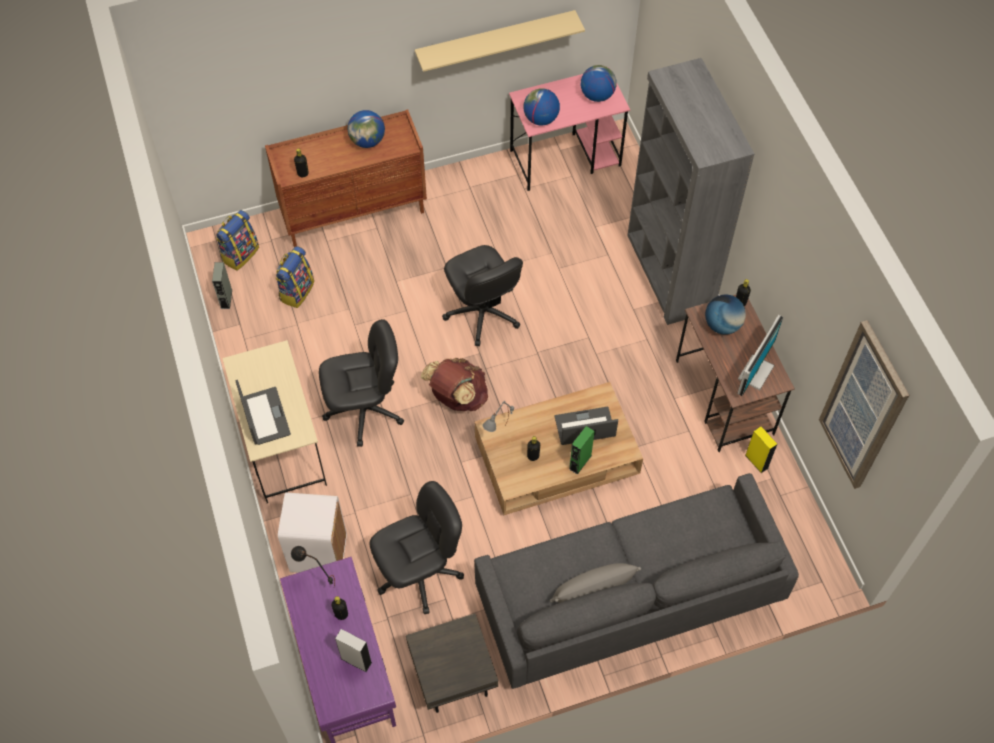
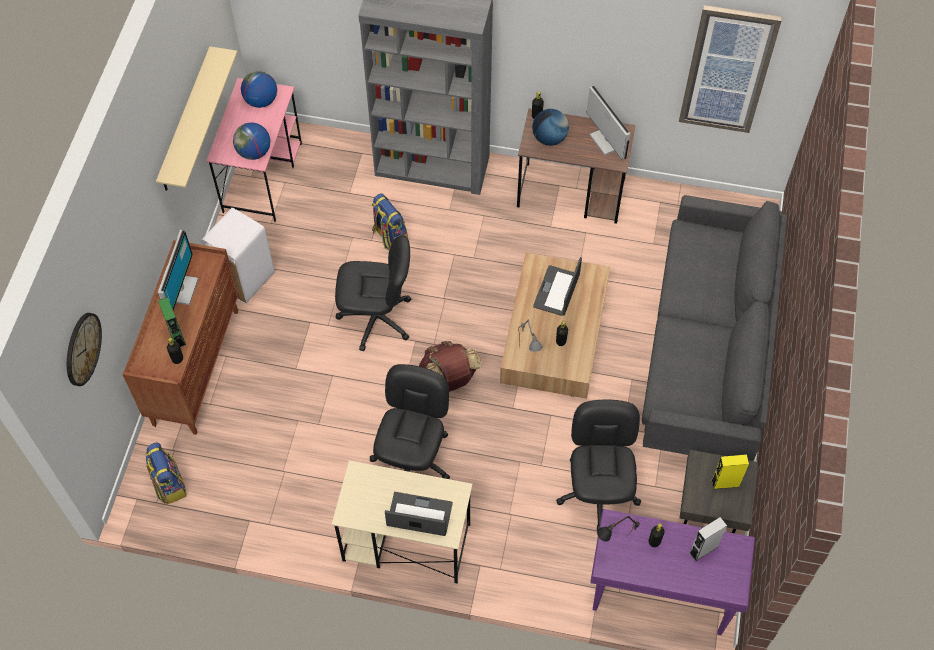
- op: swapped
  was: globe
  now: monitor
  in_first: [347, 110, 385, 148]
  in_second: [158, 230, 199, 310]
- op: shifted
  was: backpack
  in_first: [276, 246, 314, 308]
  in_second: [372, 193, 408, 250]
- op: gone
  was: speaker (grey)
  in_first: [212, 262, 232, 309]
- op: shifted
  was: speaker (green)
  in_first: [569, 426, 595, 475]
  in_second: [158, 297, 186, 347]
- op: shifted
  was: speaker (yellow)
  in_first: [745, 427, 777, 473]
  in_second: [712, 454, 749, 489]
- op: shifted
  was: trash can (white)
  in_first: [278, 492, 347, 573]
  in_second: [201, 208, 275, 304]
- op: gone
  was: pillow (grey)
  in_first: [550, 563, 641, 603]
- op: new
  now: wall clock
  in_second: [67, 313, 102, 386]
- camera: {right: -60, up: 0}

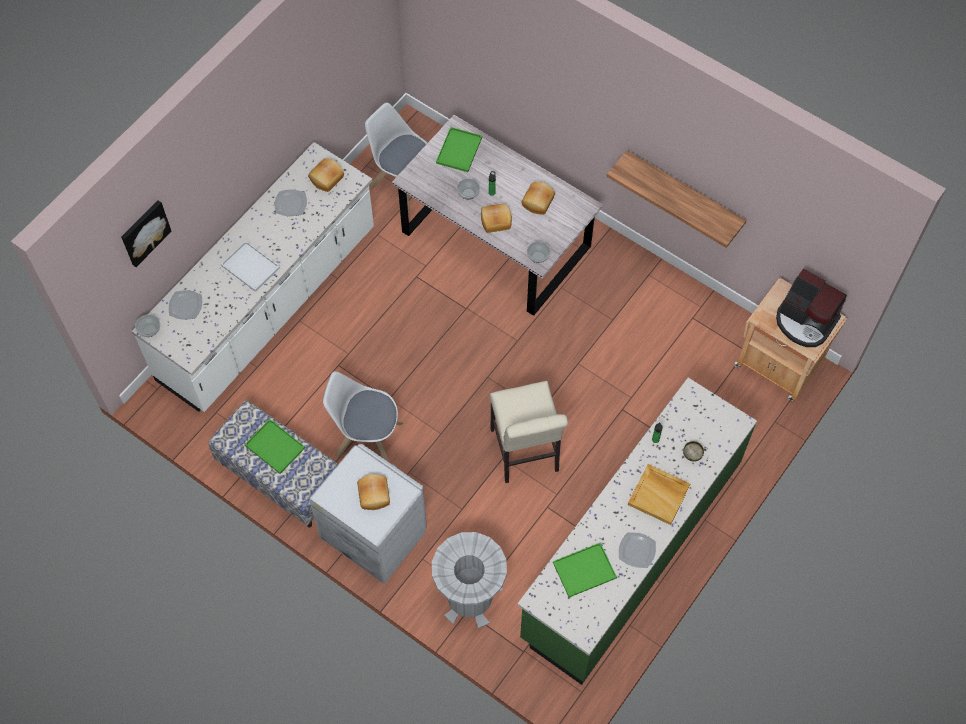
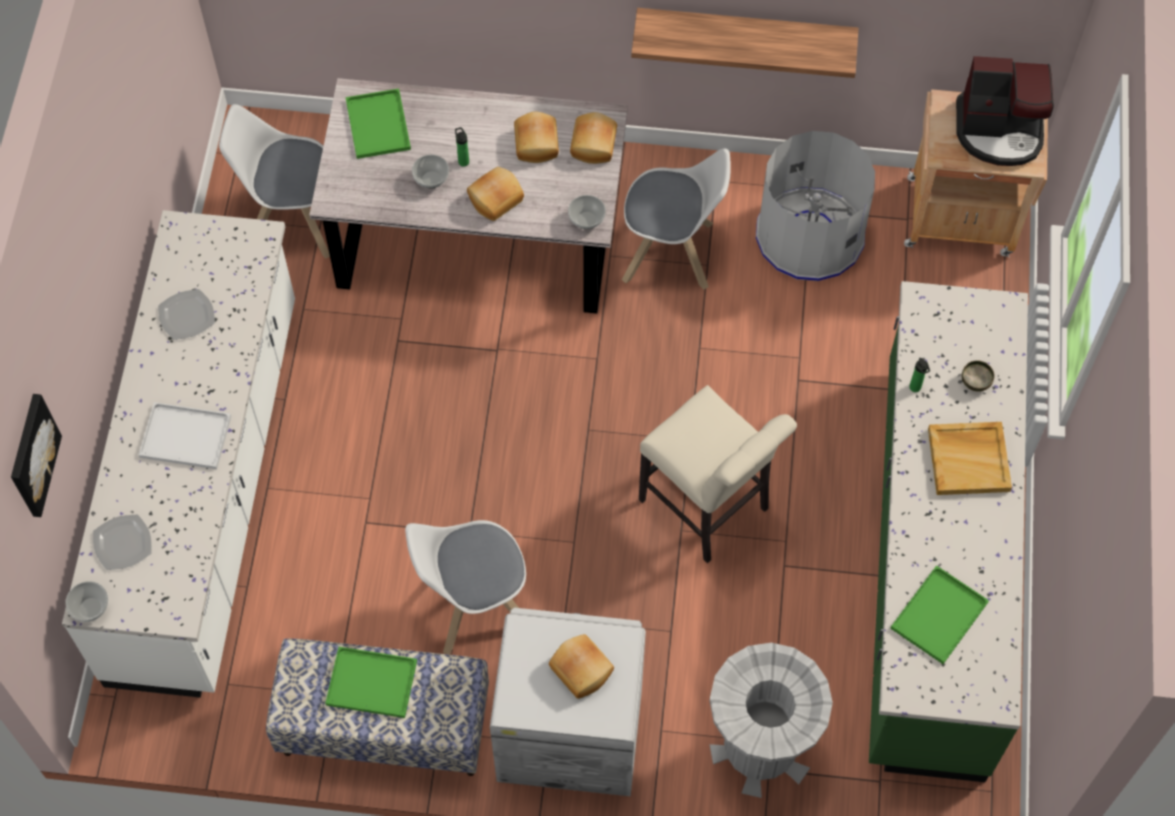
- op: shifted
  was: bread
  in_first: [308, 158, 344, 192]
  in_second: [570, 112, 617, 164]
- op: gone
  was: plate
  in_first: [619, 532, 656, 568]
- op: new
  now: trash can (grey)
  in_second: [756, 131, 875, 281]
- op: new
  now: chair
  in_second: [622, 149, 731, 290]
- camera: {right: -30, up: 0}

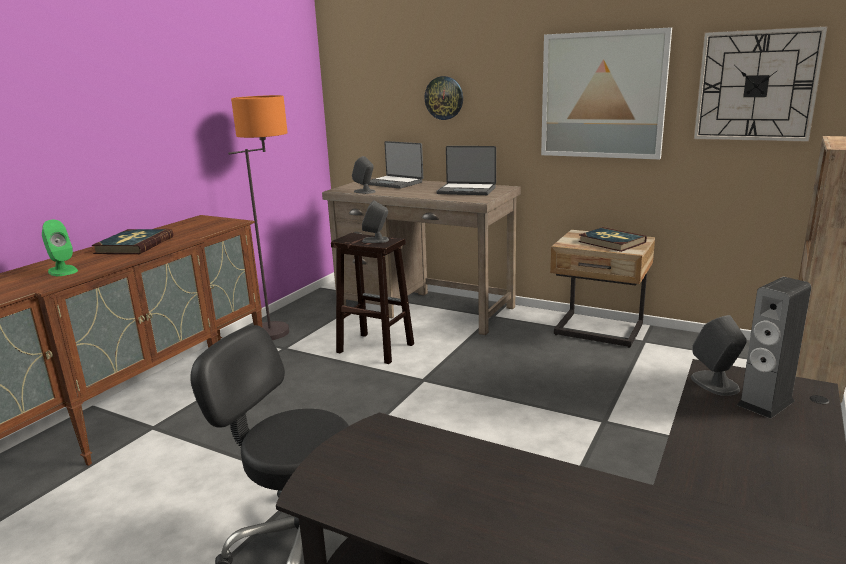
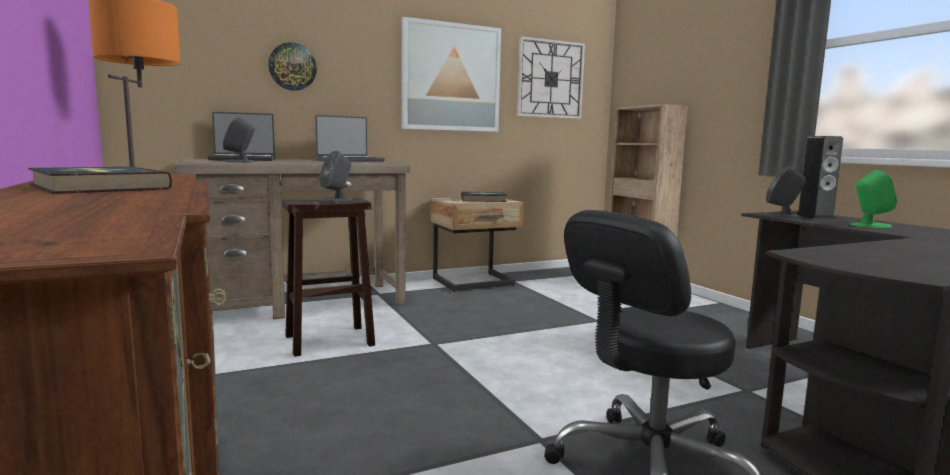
- op: shifted
  was: speaker (green)
  in_first: [42, 220, 78, 276]
  in_second: [850, 170, 897, 228]
- camera: {right: -55, up: -10}

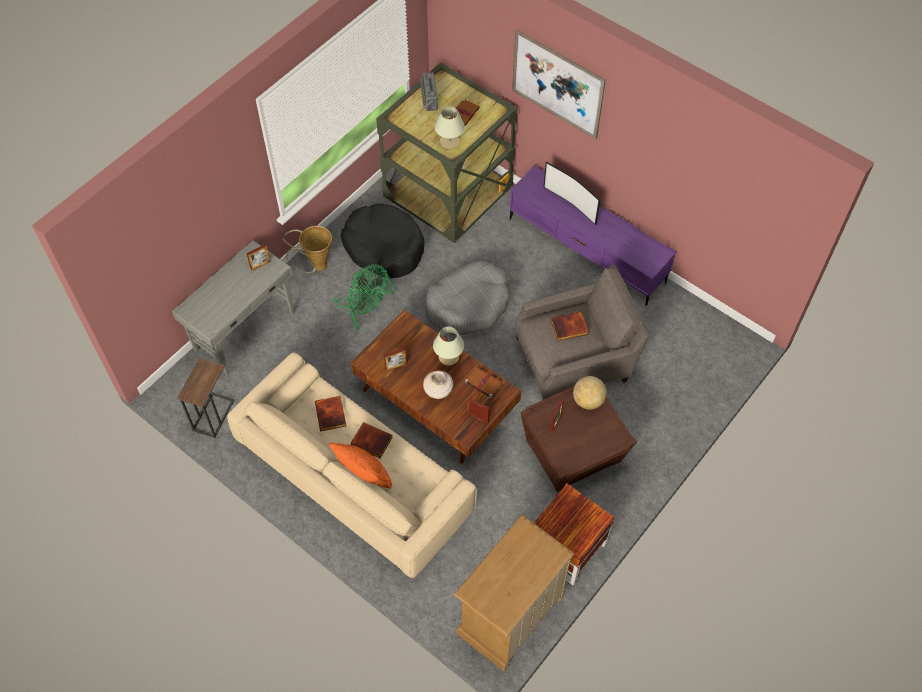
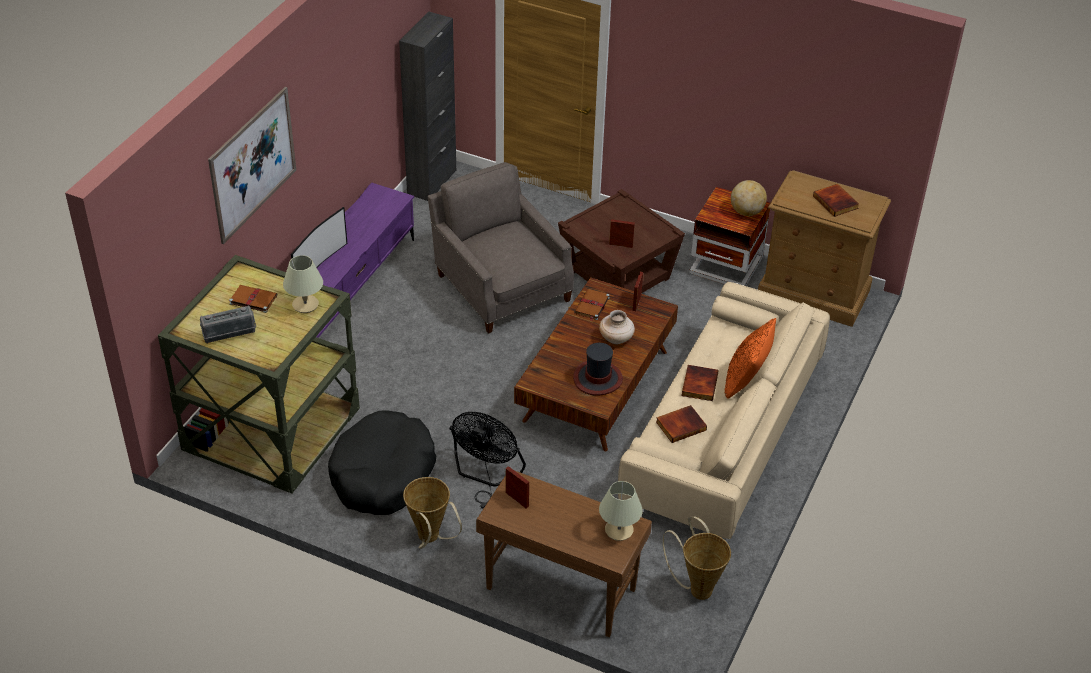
- op: repainted
  was: console table (grey)
  now: console table (brown)
  in_first: [172, 240, 294, 376]
  in_second: [476, 471, 652, 637]
- op: gone
  was: dog bed (grey)
  in_first: [425, 261, 509, 335]
- op: repainted
  was: fan (green)
  now: fan (black)
  in_first: [333, 264, 396, 330]
  in_second: [449, 412, 526, 509]
- op: shifted
  was: book
  in_first: [551, 311, 589, 341]
  in_second: [813, 184, 859, 217]
- op: shifted
  was: table lamp (beige)
  in_first: [433, 327, 464, 366]
  in_second: [599, 481, 643, 541]
- op: swapped
  was: picture frame
  now: hat
  in_first: [384, 348, 406, 371]
  in_second: [573, 343, 623, 396]
- op: swapped
  was: side table (brown)
  now: basket
  in_first: [177, 358, 234, 438]
  in_second: [663, 516, 731, 600]
- op: shifted
  was: globe
  in_first: [573, 376, 607, 409]
  in_second: [731, 180, 767, 216]
- op: new
  now: cabinet (black)
  in_second: [399, 12, 456, 201]
- camera: {right: -105, up: -15}

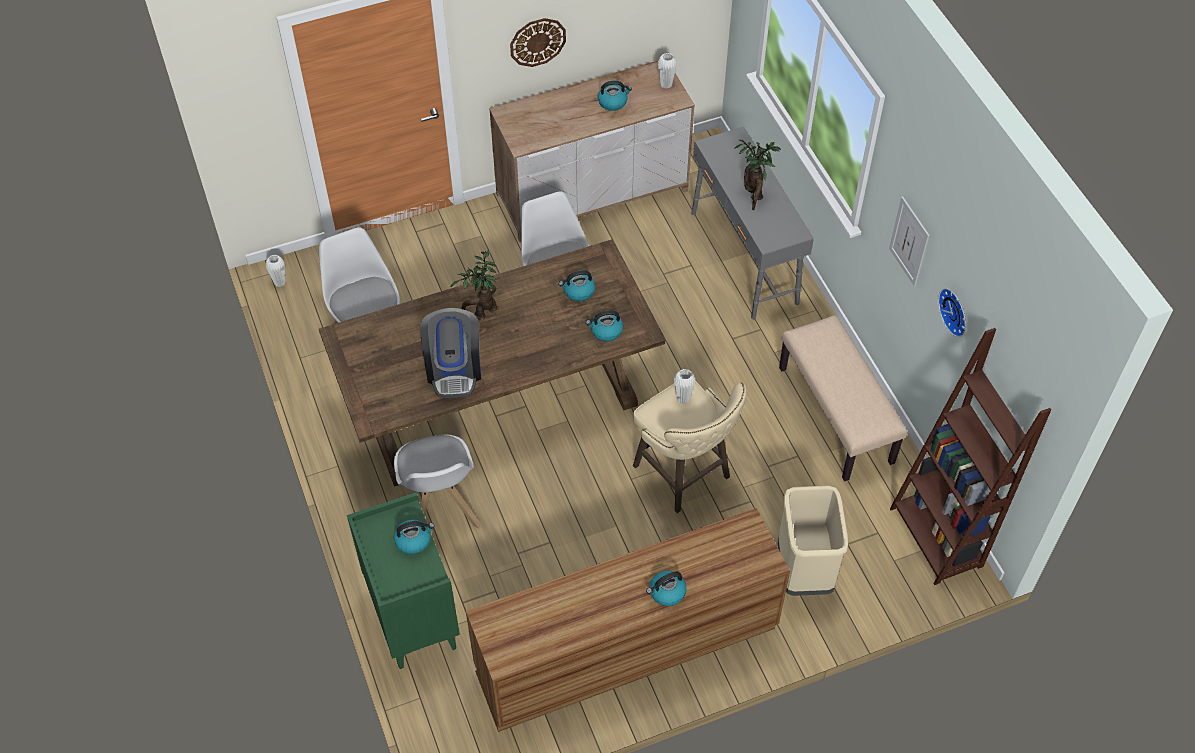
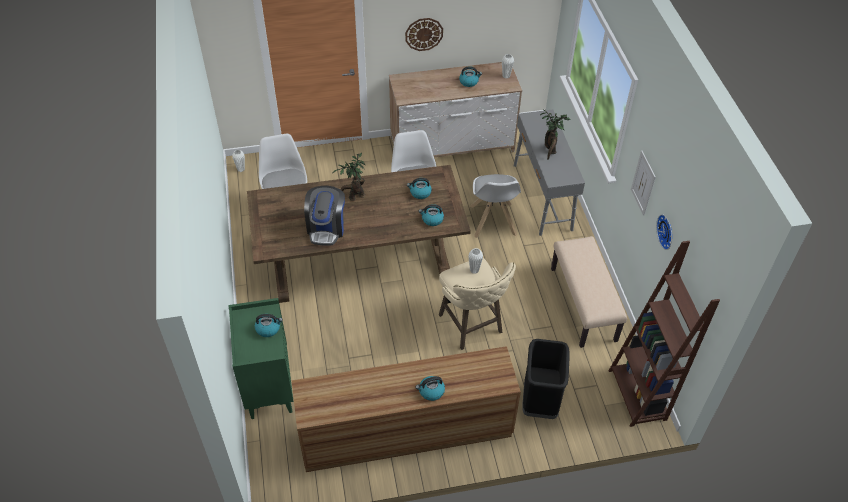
- op: shifted
  was: chair
  in_first: [394, 435, 481, 528]
  in_second: [470, 174, 521, 238]
- op: repainted
  was: trash can (beige)
  now: trash can (black)
  in_first: [778, 486, 848, 596]
  in_second: [522, 339, 570, 419]
- camera: {right: 10, up: -5}

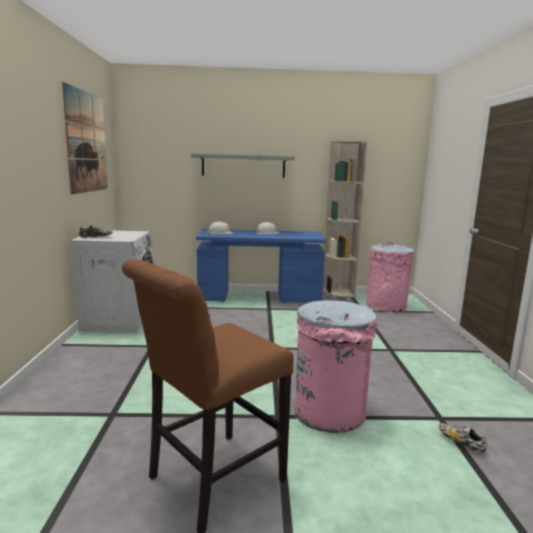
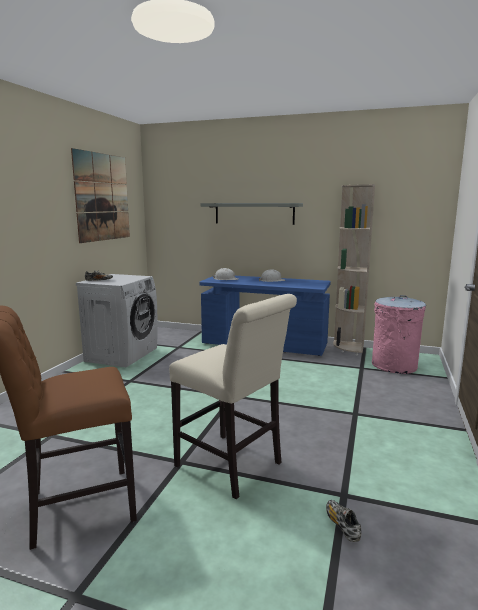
- op: swapped
  was: trash can (pink)
  now: stool (beige)
  in_first: [295, 300, 378, 433]
  in_second: [169, 294, 297, 499]
- camera: {right: 20, up: 0}

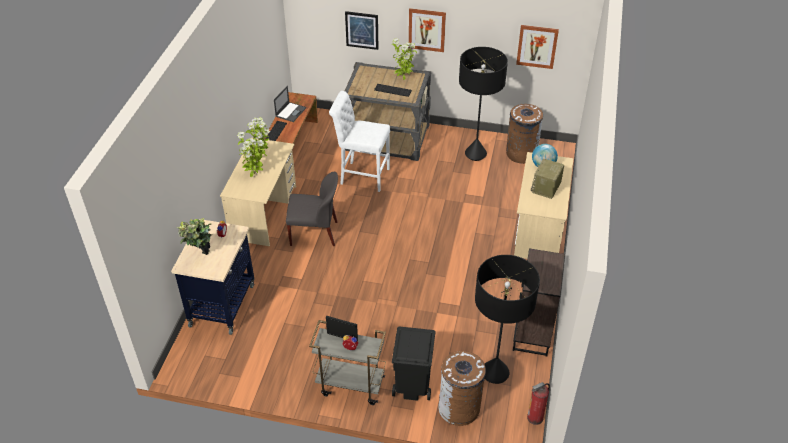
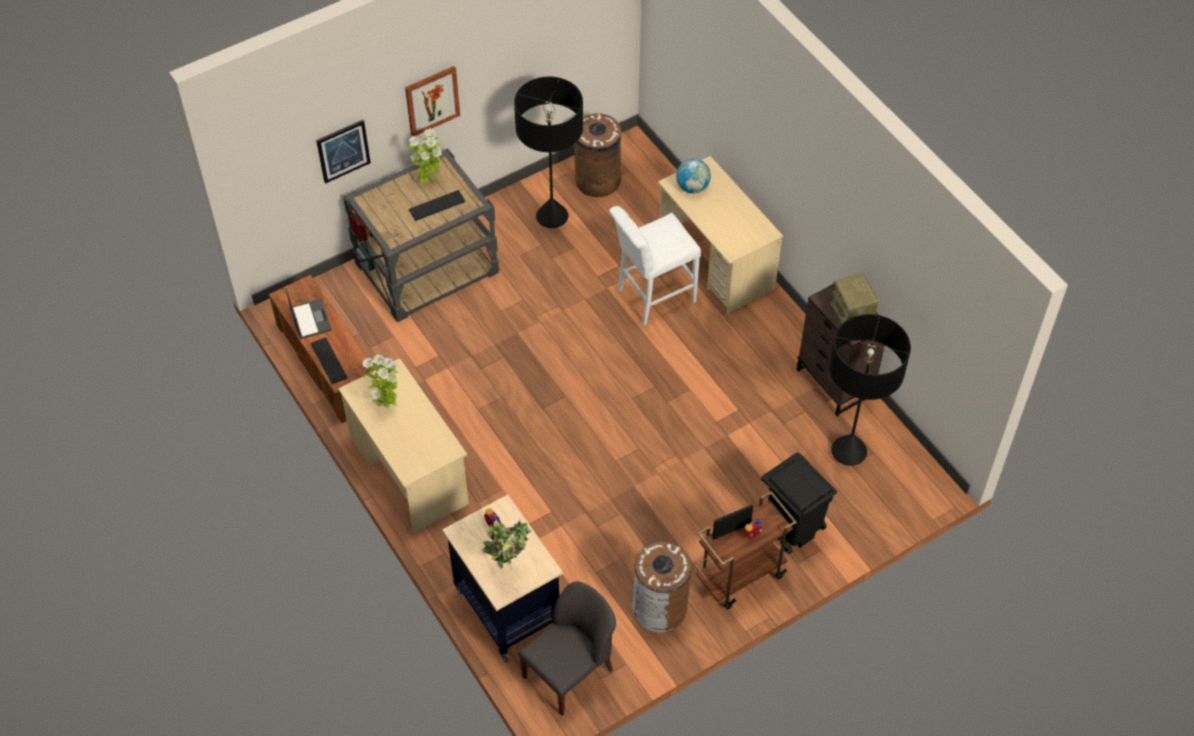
- op: gone
  was: picture
  in_first: [516, 25, 559, 69]
- op: shifted
  was: stool (white)
  in_first: [329, 91, 390, 192]
  in_second: [609, 206, 701, 325]
- op: gone
  was: potted plant
  in_first: [237, 132, 265, 177]
- op: shifted
  was: radio
  in_first: [531, 158, 564, 199]
  in_second: [830, 273, 879, 327]
- op: shifted
  was: chair (grey)
  in_first: [286, 172, 338, 246]
  in_second: [518, 581, 616, 716]
- op: repainted
  was: cart (grey)
  now: cart (brown)
  in_first: [309, 320, 386, 405]
  in_second: [696, 491, 797, 609]
- op: shifted
  was: trash can (brown)
  in_first: [438, 351, 486, 426]
  in_second: [632, 541, 692, 633]
- op: gone
  was: fire extinguisher
  in_first: [527, 382, 550, 425]
- camera: {right: -45, up: 10}

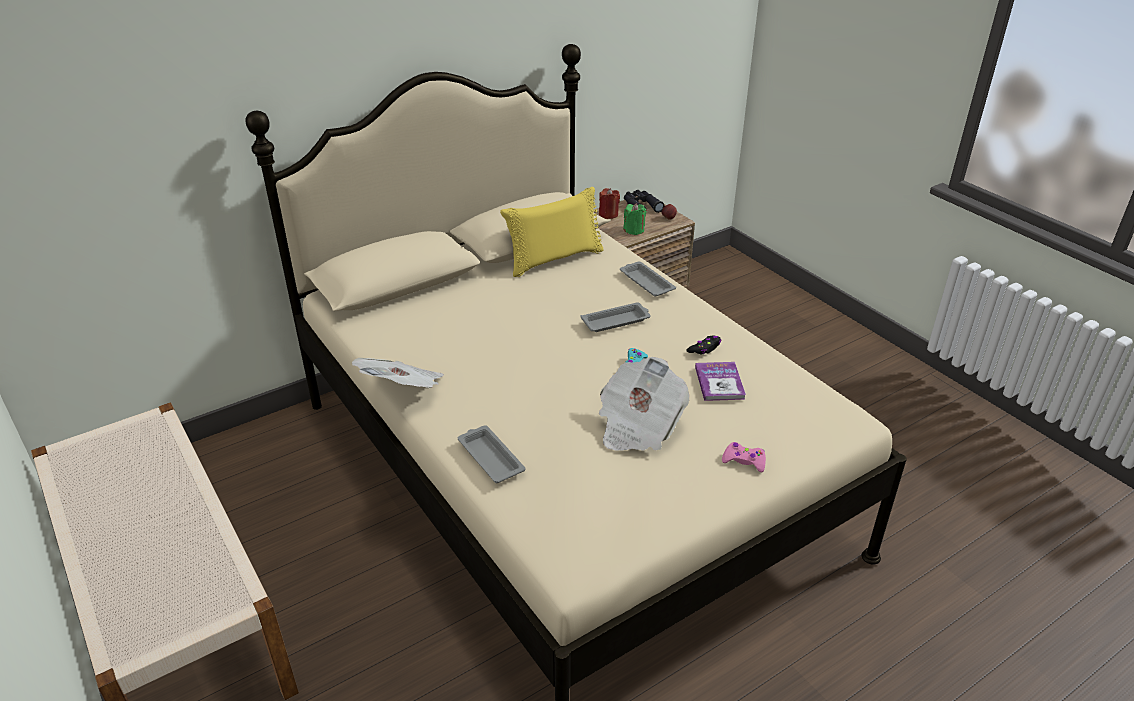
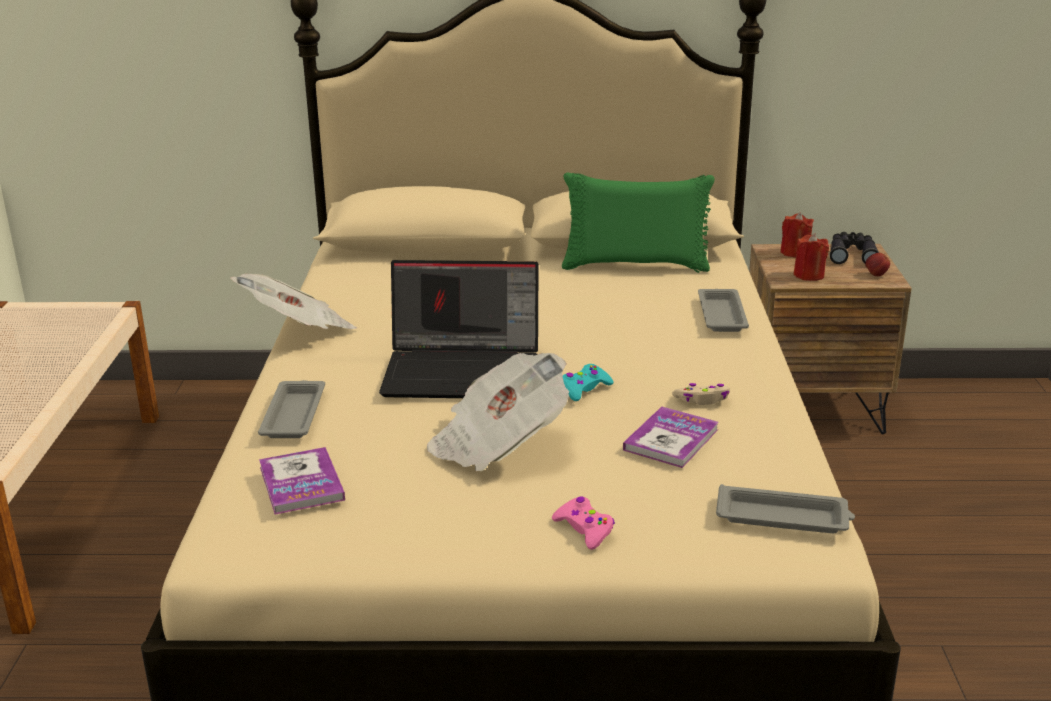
- op: repainted
  was: pillow (yellow)
  now: pillow (green)
  in_first: [500, 187, 604, 277]
  in_second: [562, 172, 715, 273]
- op: repainted
  was: candle (green)
  now: candle (red)
  in_first: [623, 203, 646, 235]
  in_second: [794, 234, 829, 281]
- op: shifted
  was: tray (grey)
  in_first: [581, 302, 651, 332]
  in_second: [716, 484, 855, 533]
- op: repainted
  was: game controller (black)
  now: game controller (beige)
  in_first: [686, 335, 722, 354]
  in_second: [672, 383, 730, 405]
- op: new
  now: laptop
  in_second: [379, 260, 539, 398]
- op: new
  now: book
  in_second: [259, 447, 345, 515]
- camera: {right: 35, up: -10}

